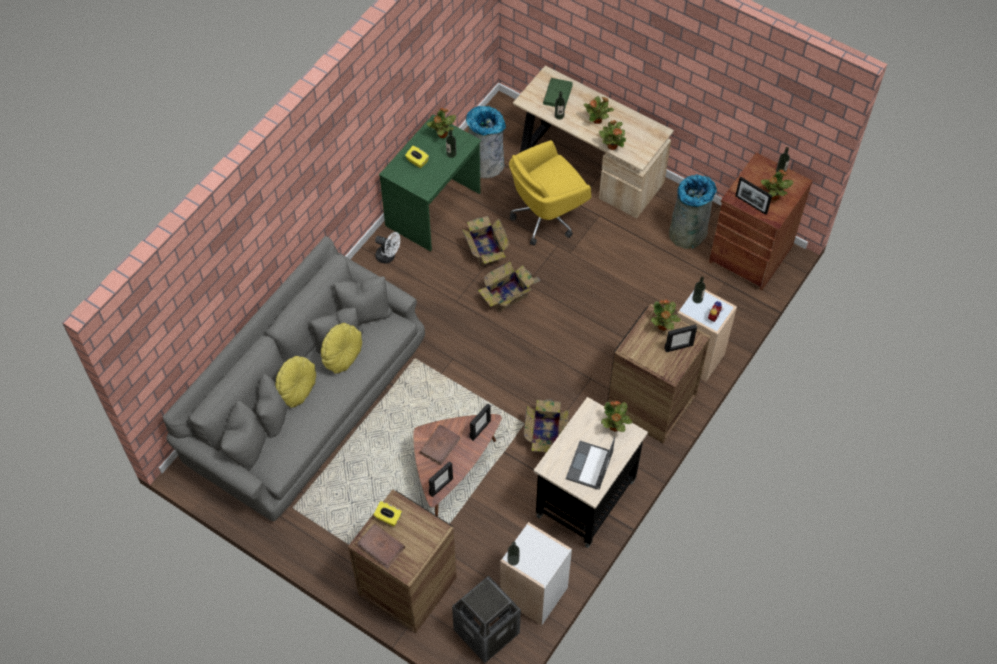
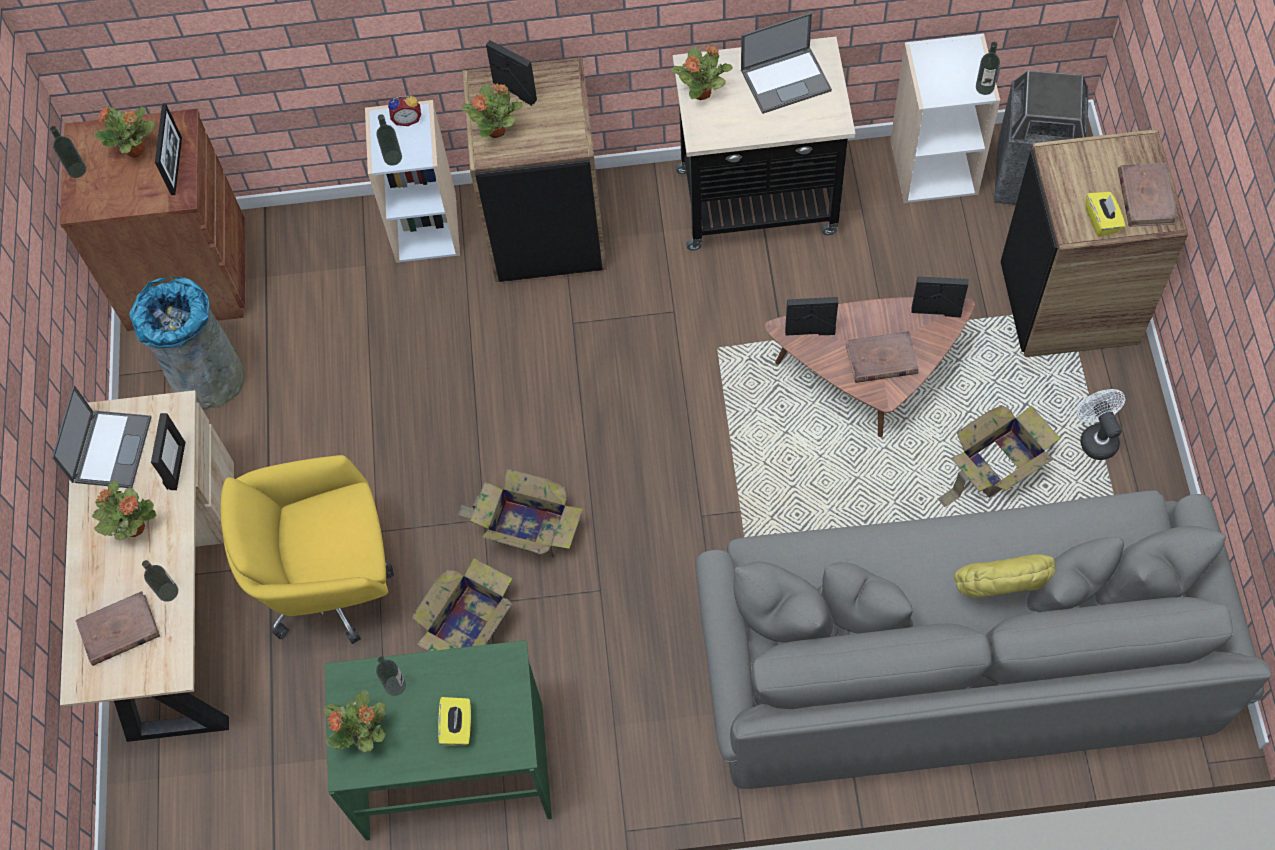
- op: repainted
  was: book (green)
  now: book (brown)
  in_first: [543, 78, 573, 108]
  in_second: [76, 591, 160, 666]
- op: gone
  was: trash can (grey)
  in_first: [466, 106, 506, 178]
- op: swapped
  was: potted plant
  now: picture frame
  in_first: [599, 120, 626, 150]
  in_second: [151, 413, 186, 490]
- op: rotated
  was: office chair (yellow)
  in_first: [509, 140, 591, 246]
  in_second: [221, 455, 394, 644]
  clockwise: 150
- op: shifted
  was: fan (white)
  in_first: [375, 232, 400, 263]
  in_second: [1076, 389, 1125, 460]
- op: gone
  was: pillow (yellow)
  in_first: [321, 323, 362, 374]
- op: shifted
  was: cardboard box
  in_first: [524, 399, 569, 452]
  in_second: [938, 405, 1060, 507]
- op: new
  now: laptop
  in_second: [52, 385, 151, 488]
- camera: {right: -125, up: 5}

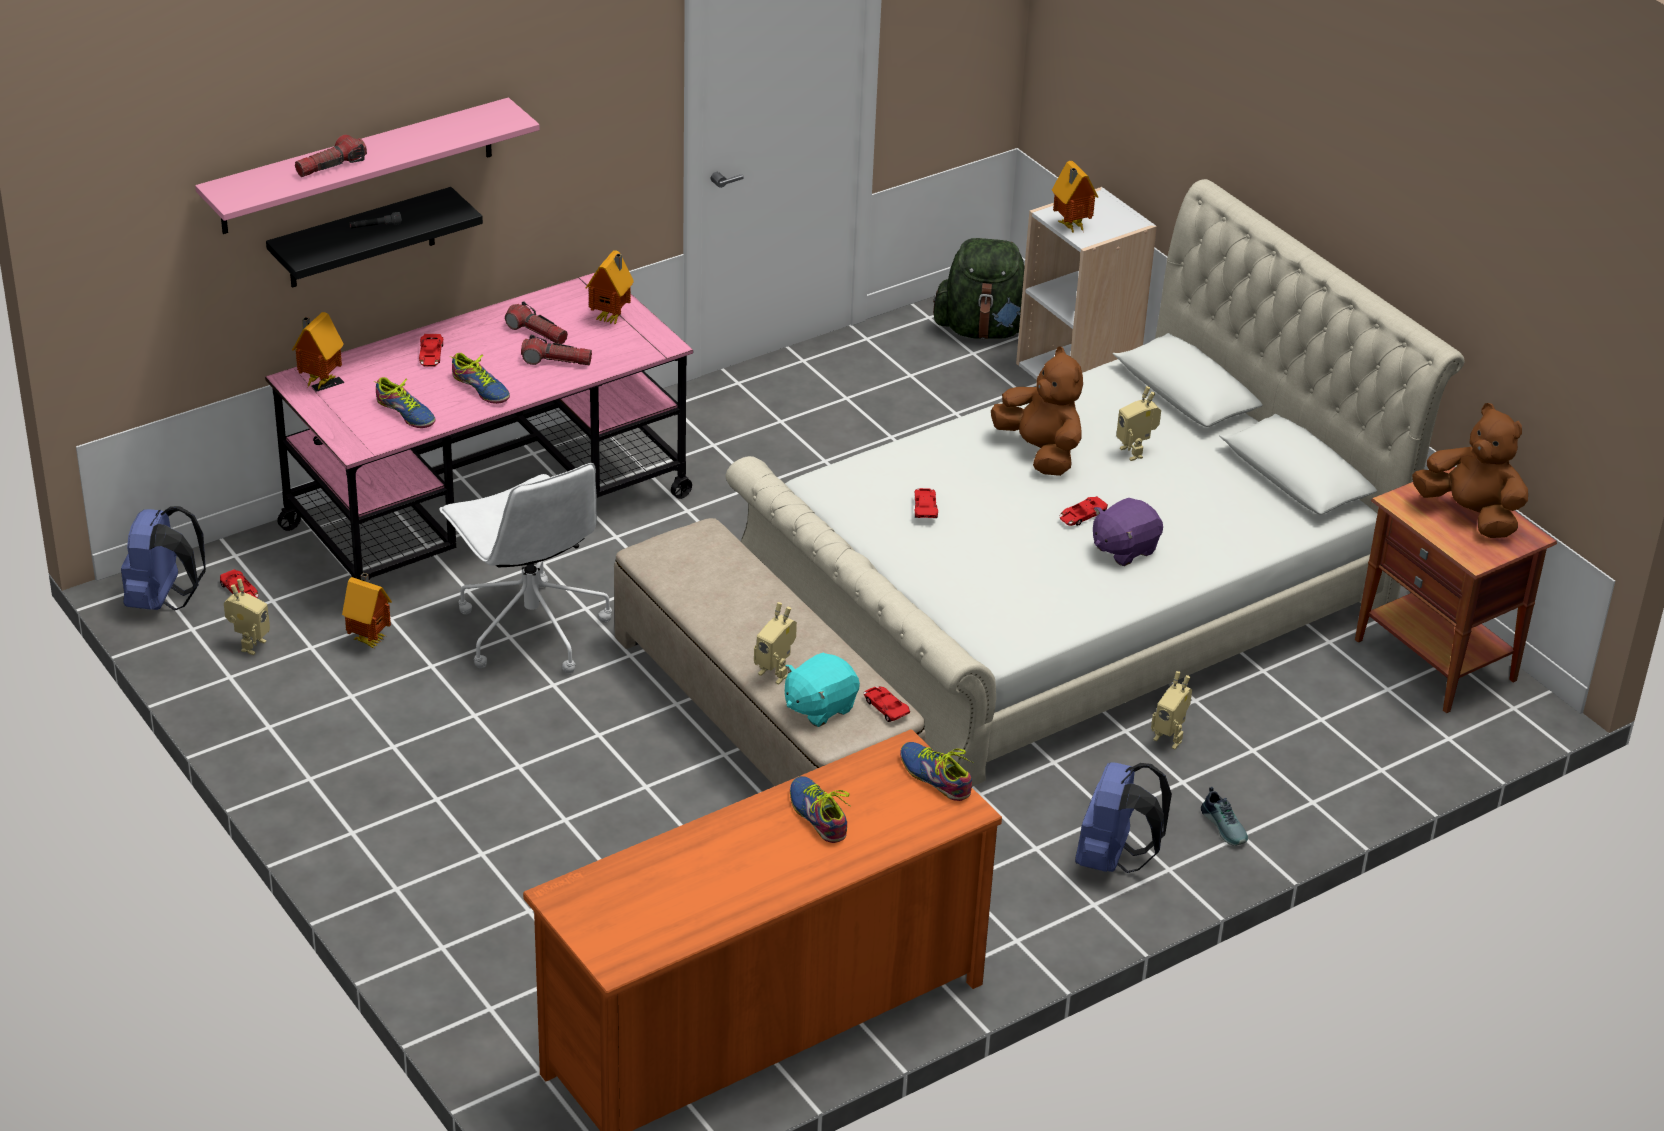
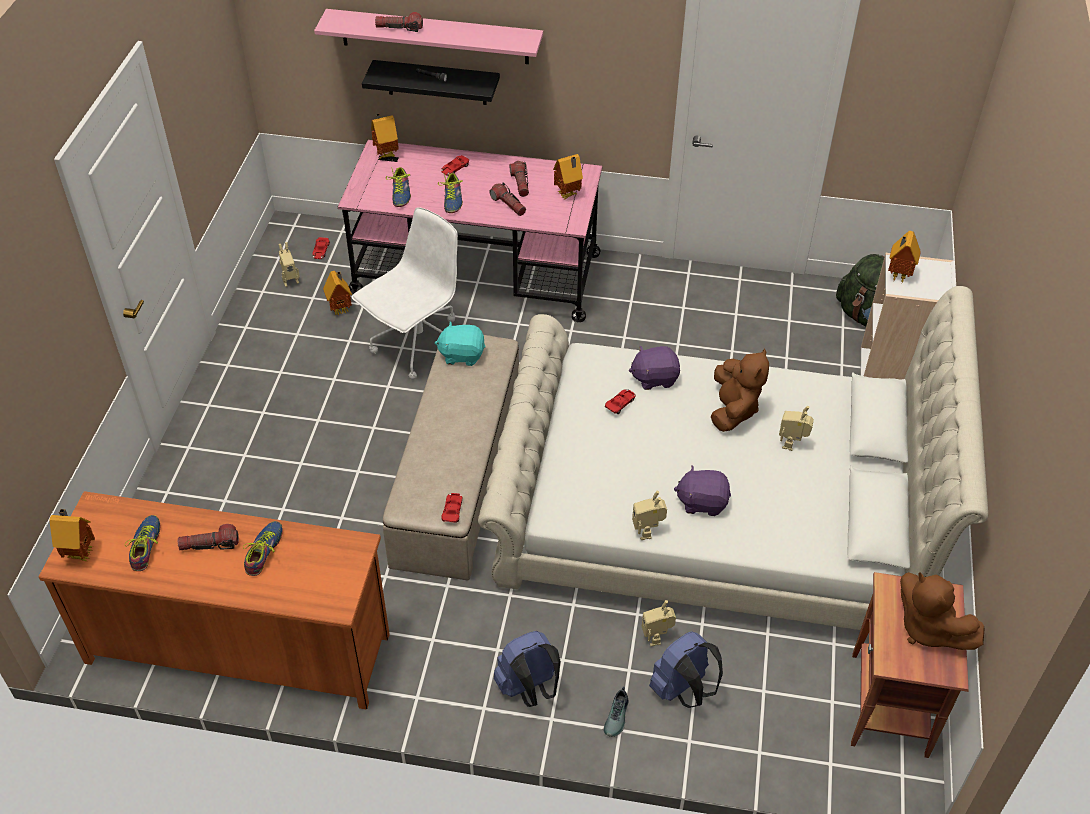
- op: rotated
  was: plush toy (brown)
  in_first: [1412, 403, 1528, 538]
  in_second: [900, 572, 985, 650]
  clockwise: 150
- op: rotated
  was: office chair (white)
  in_first: [439, 463, 612, 673]
  in_second: [351, 207, 458, 380]
  clockwise: -150
- op: gone
  was: toy car (red)
  in_first: [1060, 496, 1108, 526]
- op: shifted
  was: backpack (blue)
  in_first: [121, 506, 206, 611]
  in_second: [649, 631, 723, 708]
- op: shifted
  was: toy robot
  in_first: [754, 602, 797, 685]
  in_second: [632, 491, 667, 540]
- op: shifted
  was: plush toy (turquoise)
  in_first: [785, 653, 860, 727]
  in_second: [435, 321, 486, 366]
- op: shifted
  was: shoe
  in_first: [900, 742, 974, 801]
  in_second: [126, 515, 160, 571]
- op: new
  now: plush toy (purple)
  in_second: [629, 346, 680, 390]
- op: new
  now: toy house
  in_second: [49, 509, 95, 561]
- op: new
  now: flashlight
  in_second: [177, 524, 239, 550]
- camera: {right: 45, up: 10}

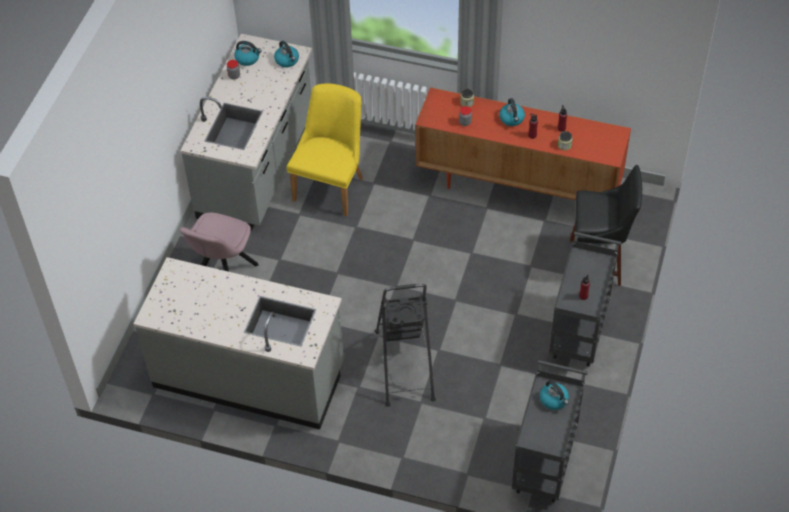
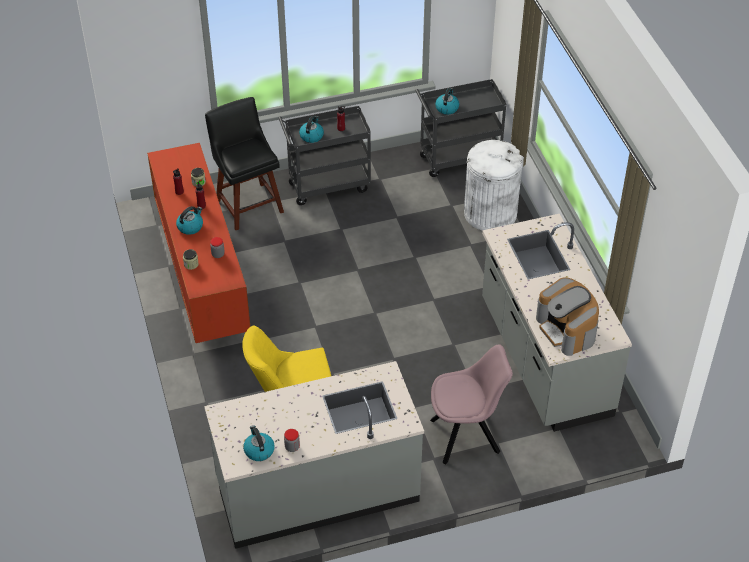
- op: shifted
  was: kettle
  in_first: [274, 41, 299, 67]
  in_second: [299, 116, 324, 143]
- op: gone
  was: step ladder
  in_first: [375, 284, 436, 407]
- op: new
  now: trash can (white)
  in_second: [464, 140, 524, 231]
- op: new
  now: coffee machine
  in_second: [536, 278, 599, 356]
- camera: {right: -125, up: -5}

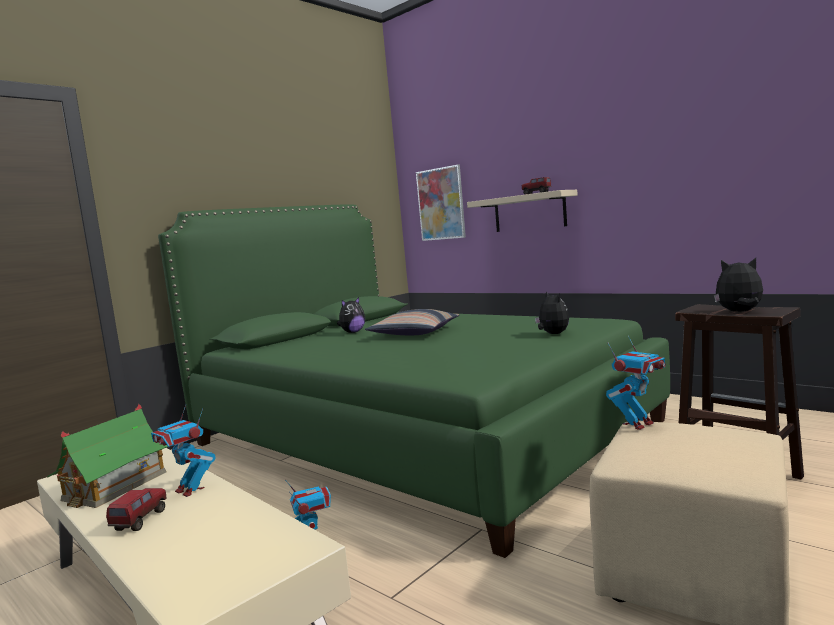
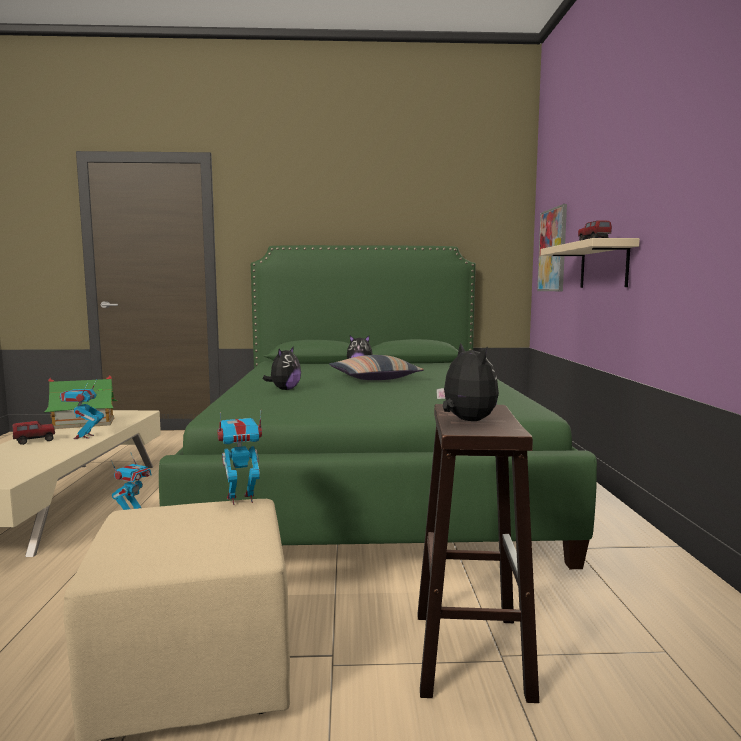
- op: shifted
  was: plush toy
  in_first: [535, 291, 569, 334]
  in_second: [263, 346, 301, 390]
- op: rotated
  was: toy robot
  in_first: [606, 336, 666, 430]
  in_second: [218, 410, 262, 505]
  clockwise: 150
- camera: {right: 45, up: 0}

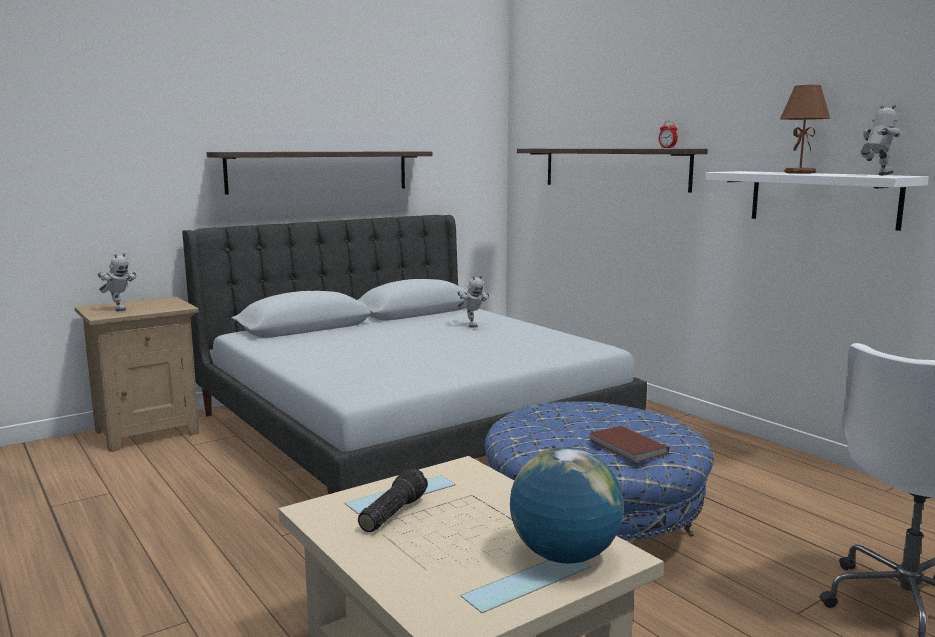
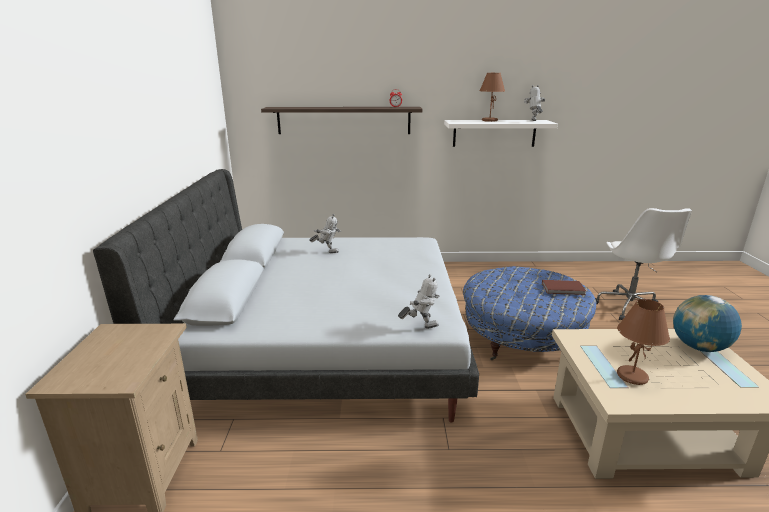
- op: gone
  was: shelf
  in_first: [206, 151, 432, 195]
- op: shifted
  was: toy robot
  in_first: [97, 253, 137, 311]
  in_second: [398, 274, 440, 329]
- op: swapped
  was: flashlight
  now: table lamp (brown)
  in_first: [358, 468, 428, 532]
  in_second: [617, 299, 670, 385]
- camera: {right: -55, up: 10}

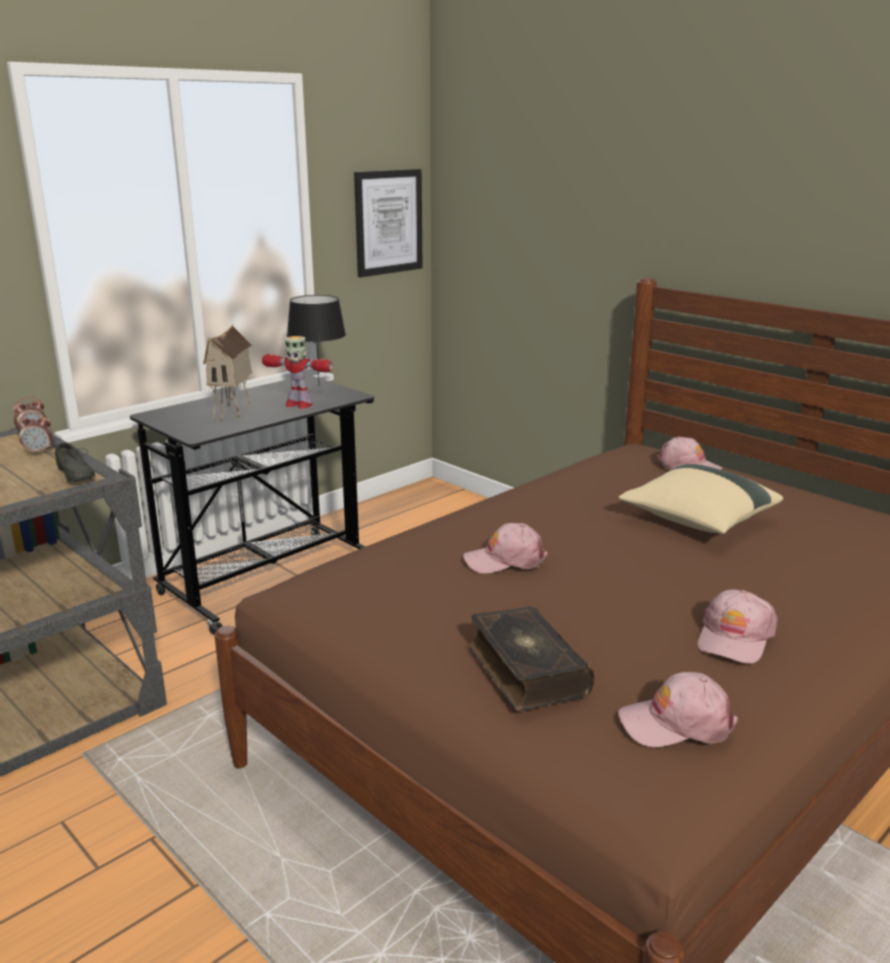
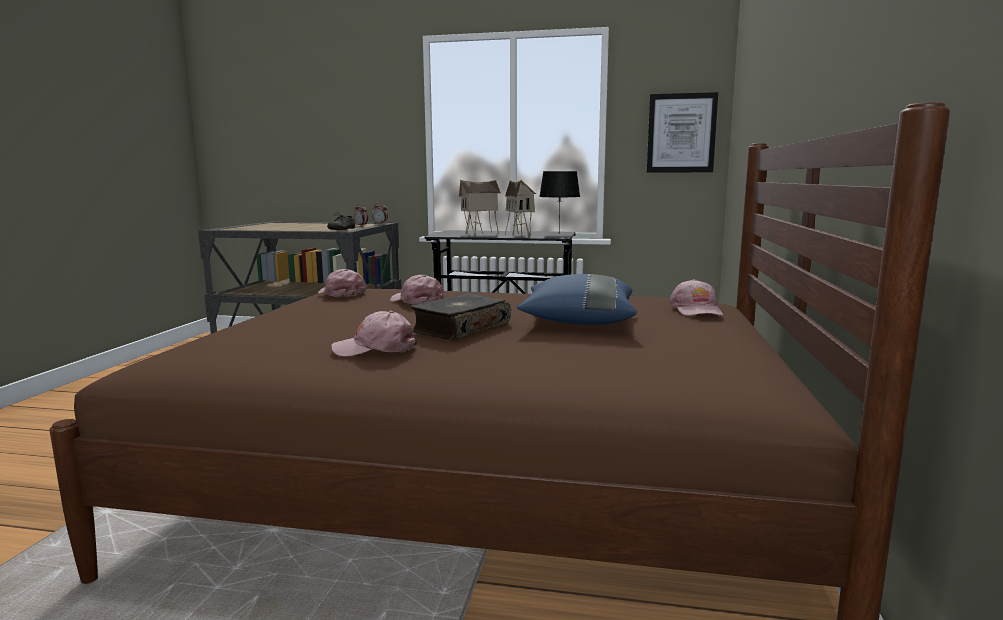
- op: swapped
  was: toy robot
  now: toy house
  in_first: [262, 336, 333, 409]
  in_second: [505, 180, 536, 237]
- op: repainted
  was: pillow (beige)
  now: pillow (blue)
  in_first: [618, 464, 783, 534]
  in_second: [517, 274, 637, 325]
- op: shifted
  was: book
  in_first: [469, 606, 595, 711]
  in_second: [410, 292, 511, 341]
- op: shifted
  was: cap (pink)
  in_first: [618, 672, 738, 747]
  in_second: [318, 269, 367, 297]
- camera: {right: 55, up: -10}

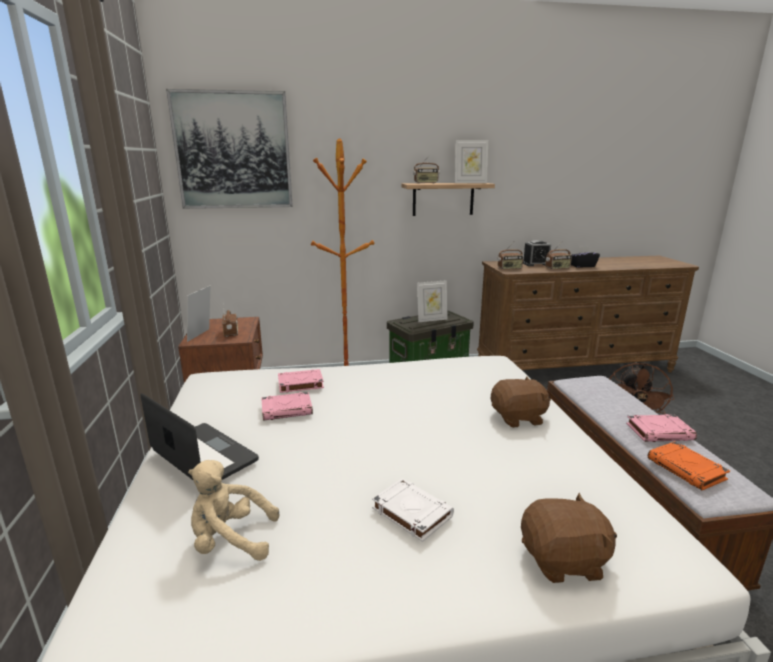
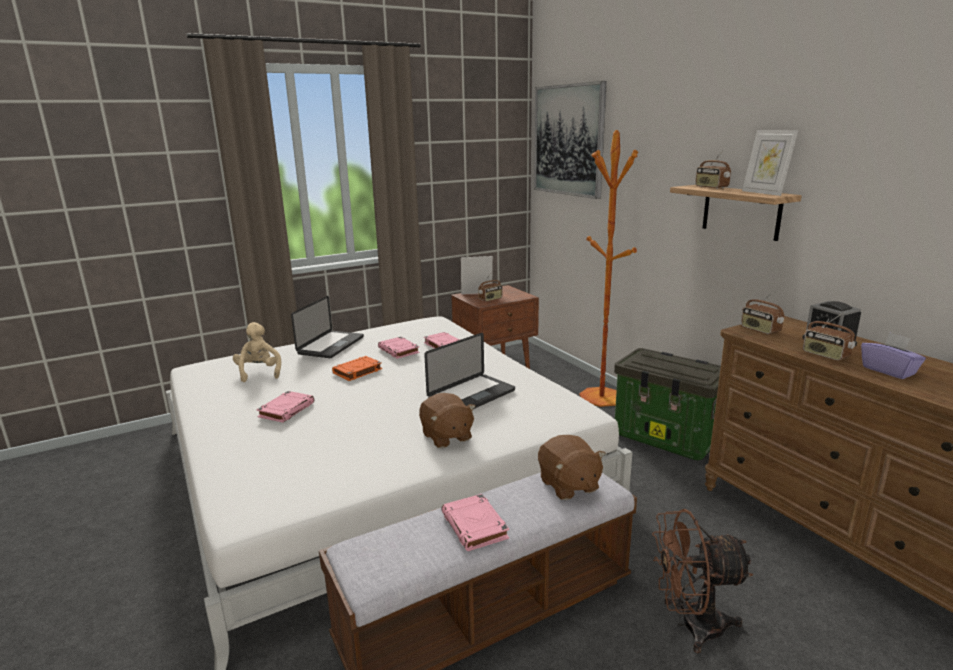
- op: repainted
  was: tissue box (black)
  now: tissue box (purple)
  in_first: [571, 246, 600, 268]
  in_second: [861, 332, 926, 379]
- op: gone
  was: picture frame
  in_first: [417, 280, 448, 322]
- op: shifted
  was: book (orange)
  in_first: [648, 441, 730, 490]
  in_second: [332, 356, 382, 381]
- op: repainted
  was: book (white)
  now: book (pink)
  in_first: [372, 478, 454, 542]
  in_second: [257, 391, 314, 423]
- op: shifted
  was: plush toy (brown)
  in_first: [521, 493, 617, 583]
  in_second: [538, 435, 606, 500]
- op: new
  now: laptop
  in_second: [424, 333, 515, 409]
- camera: {right: 70, up: 0}

